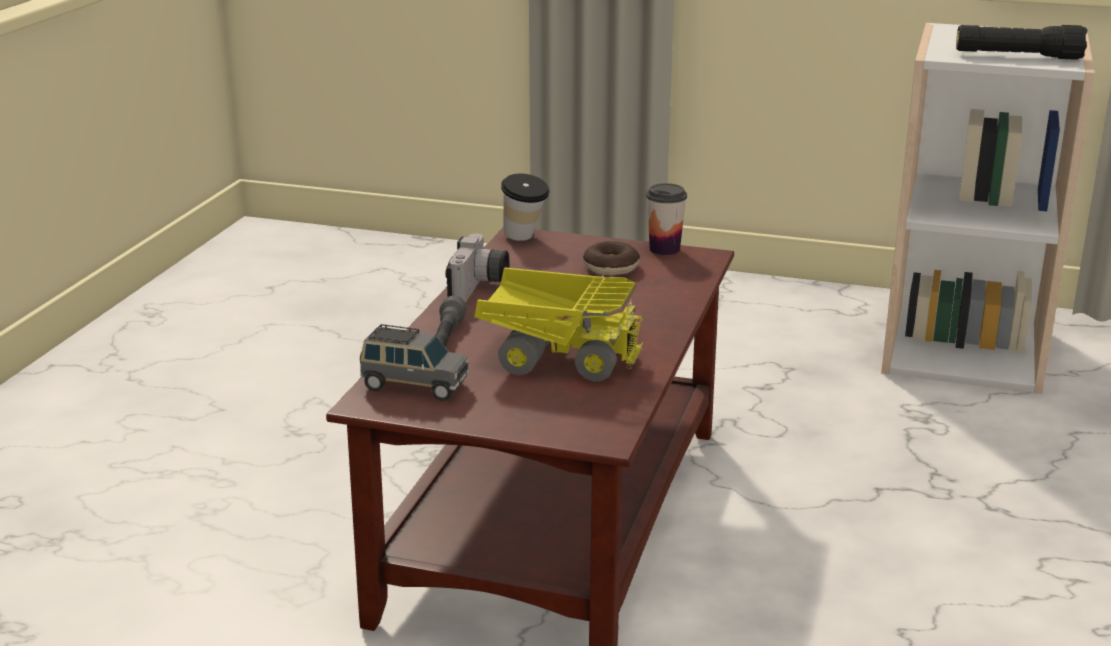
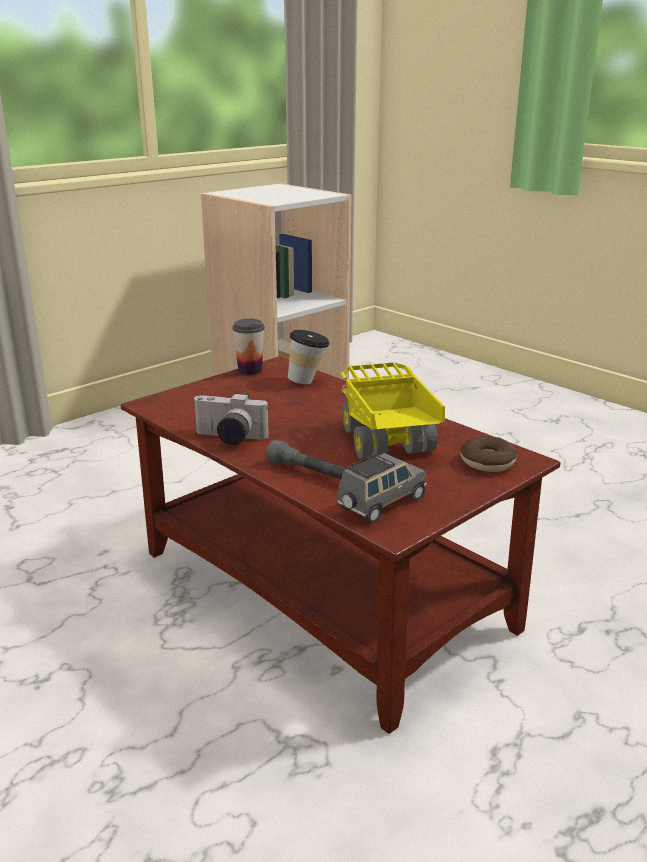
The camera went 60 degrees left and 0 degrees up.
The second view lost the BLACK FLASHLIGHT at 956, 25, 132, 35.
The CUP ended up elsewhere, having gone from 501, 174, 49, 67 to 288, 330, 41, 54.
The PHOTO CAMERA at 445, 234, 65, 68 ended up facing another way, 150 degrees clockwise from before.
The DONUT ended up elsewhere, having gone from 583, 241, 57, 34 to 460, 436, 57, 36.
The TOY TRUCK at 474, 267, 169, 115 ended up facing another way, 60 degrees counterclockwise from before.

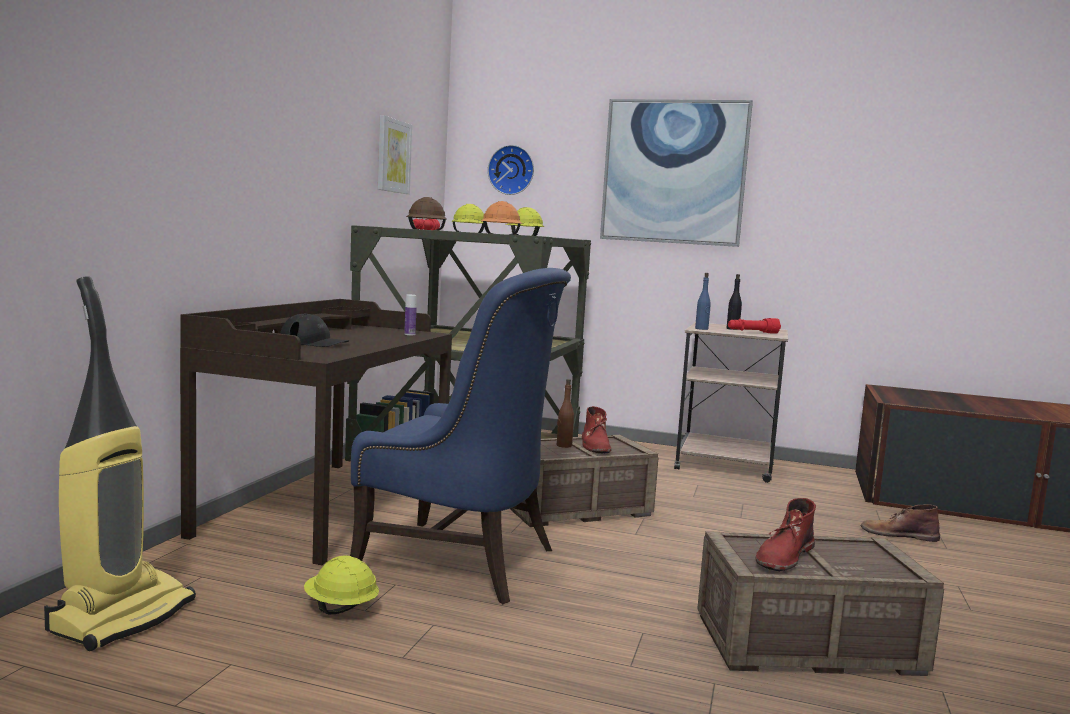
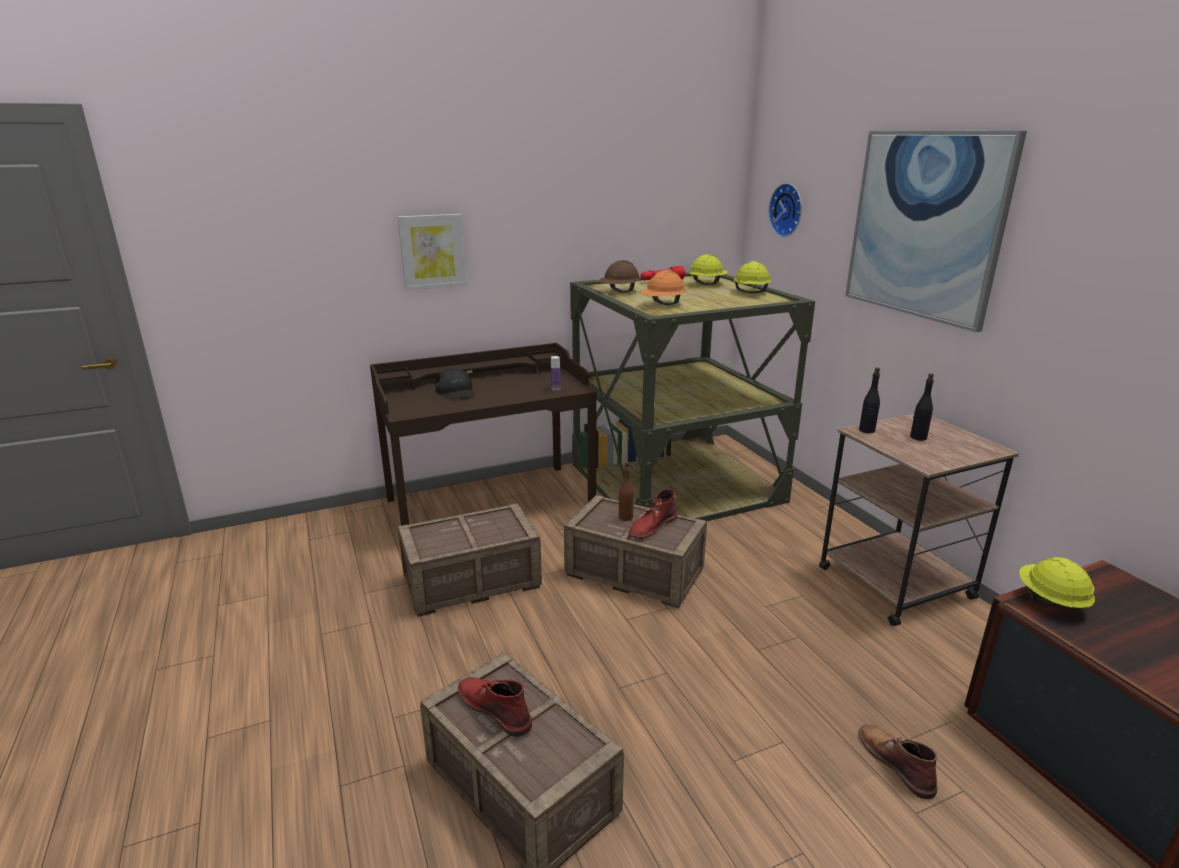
The camera went 50 degrees right and 15 degrees up.
The PICTURE ended up elsewhere, having gone from 378, 115, 34, 79 to 398, 214, 68, 76.
Where the BLUE CHAIR stood at 350, 268, 221, 336, the CRATE came to stand at 398, 503, 144, 114.
What was the BLUE BOTTLE at 695, 273, 16, 57 turned into the BLACK BOTTLE at 859, 367, 21, 66.
The second view lost the VACUUM CLEANER at 44, 277, 152, 374.
The second view lost the RED FLASHLIGHT at 728, 318, 53, 16.
The RED BOOT at 756, 498, 60, 73 ended up facing another way, 45 degrees clockwise from before.
The YELLOW HARD HAT ended up elsewhere, having gone from 304, 556, 75, 59 to 1019, 557, 76, 51.

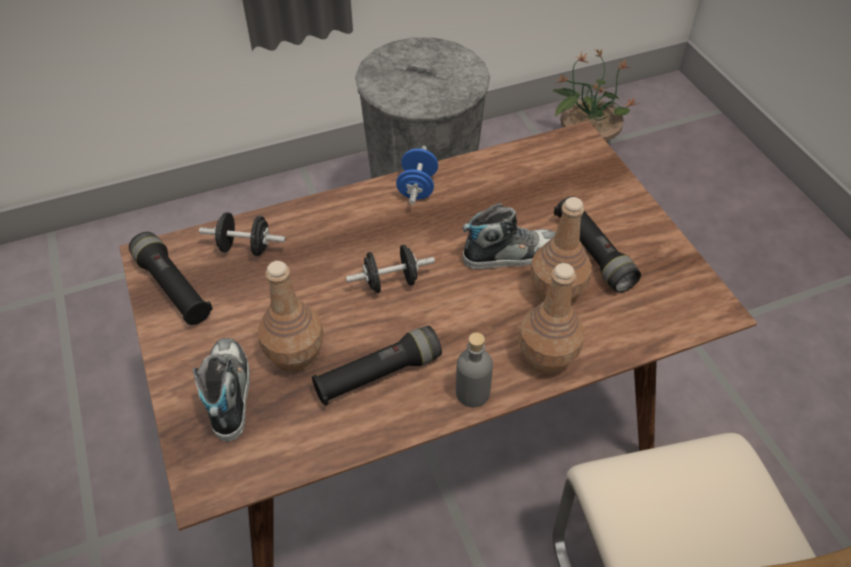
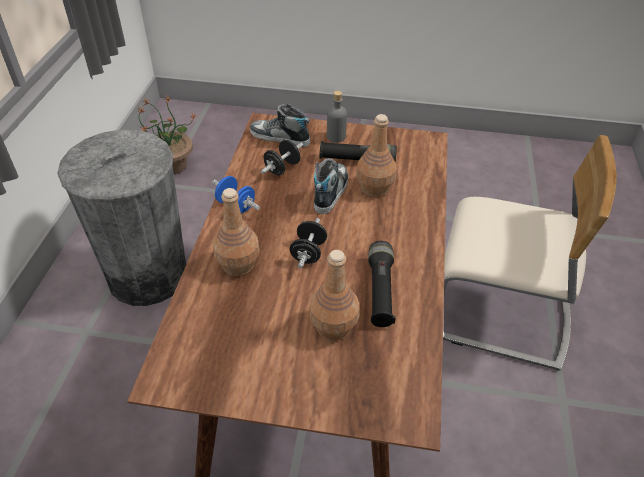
The camera went 60 degrees left and 5 degrees down.
The BLACK DUMBBELL ended up elsewhere, having gone from 199, 212, 86, 44 to 261, 140, 42, 35.
The second view lost the BLACK FLASHLIGHT at 129, 232, 84, 93.
The BROWN BOTTLE ended up elsewhere, having gone from 518, 263, 66, 112 to 213, 188, 47, 88.
The GREY BOTTLE ended up elsewhere, having gone from 456, 333, 37, 74 to 327, 91, 20, 52.
The SHOE ended up elsewhere, having gone from 193, 338, 57, 104 to 250, 103, 60, 44.

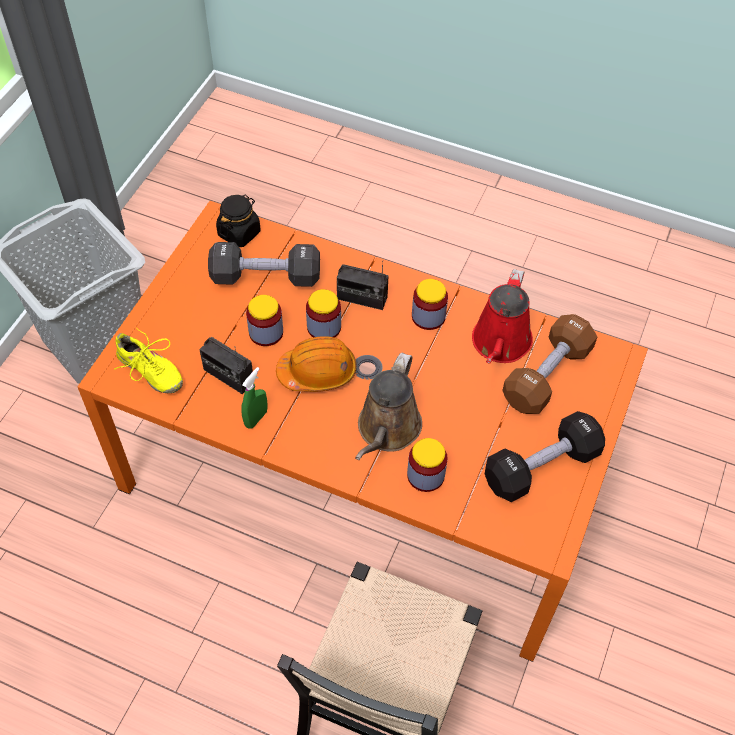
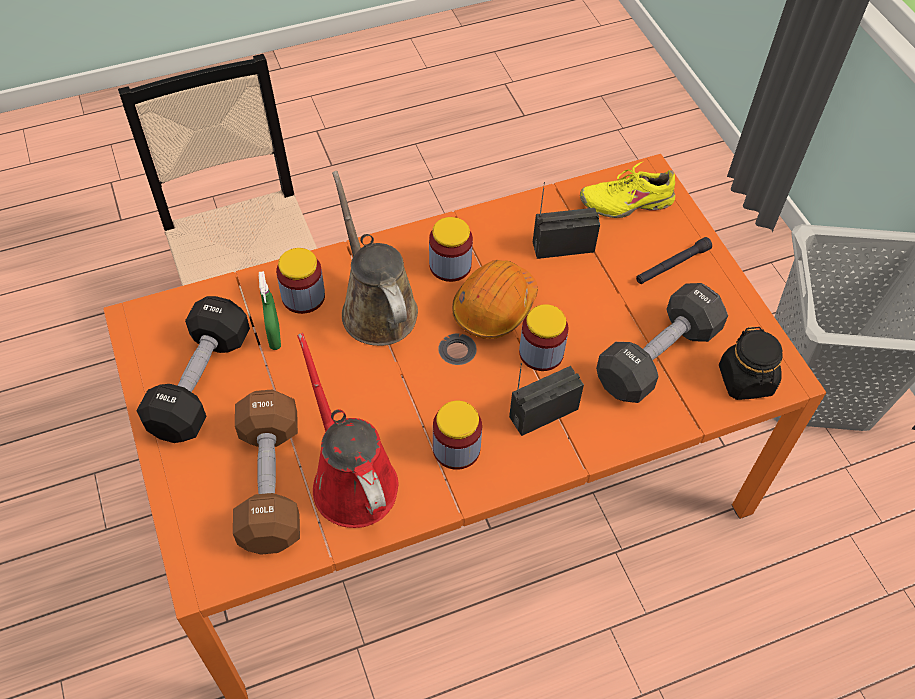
The camera went 135 degrees right and 0 degrees up.
The JAR ended up elsewhere, having gone from 246, 295, 37, 51 to 429, 217, 44, 65.
The GREEN SPRAY BOTTLE ended up elsewhere, having gone from 241, 367, 27, 62 to 259, 271, 22, 79.
The second view gained the BLACK FLASHLIGHT at 636, 237, 76, 47.

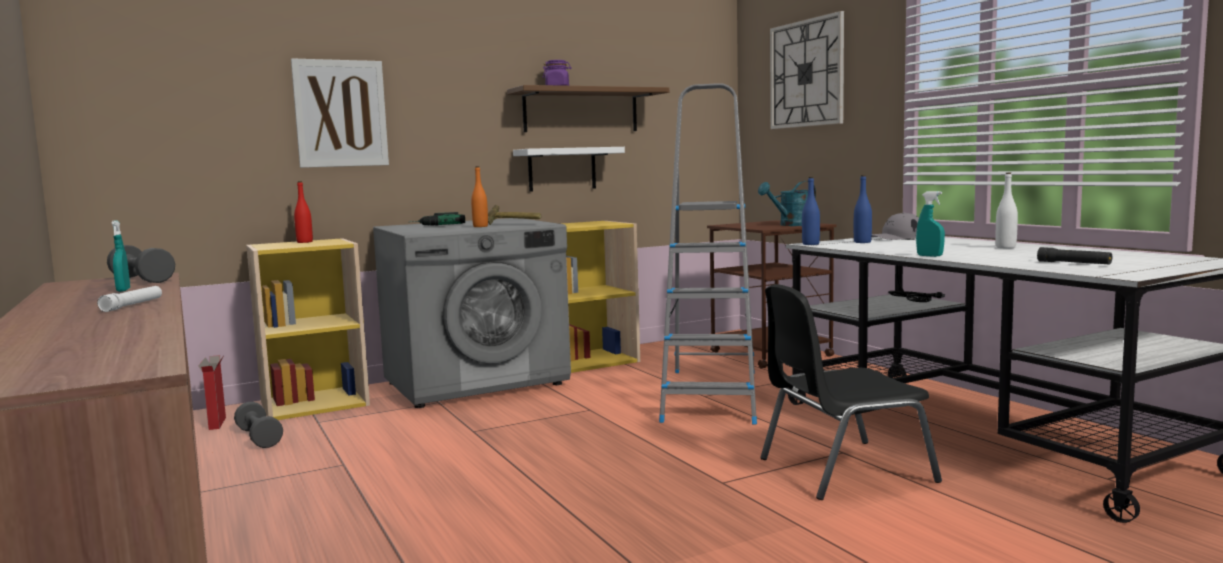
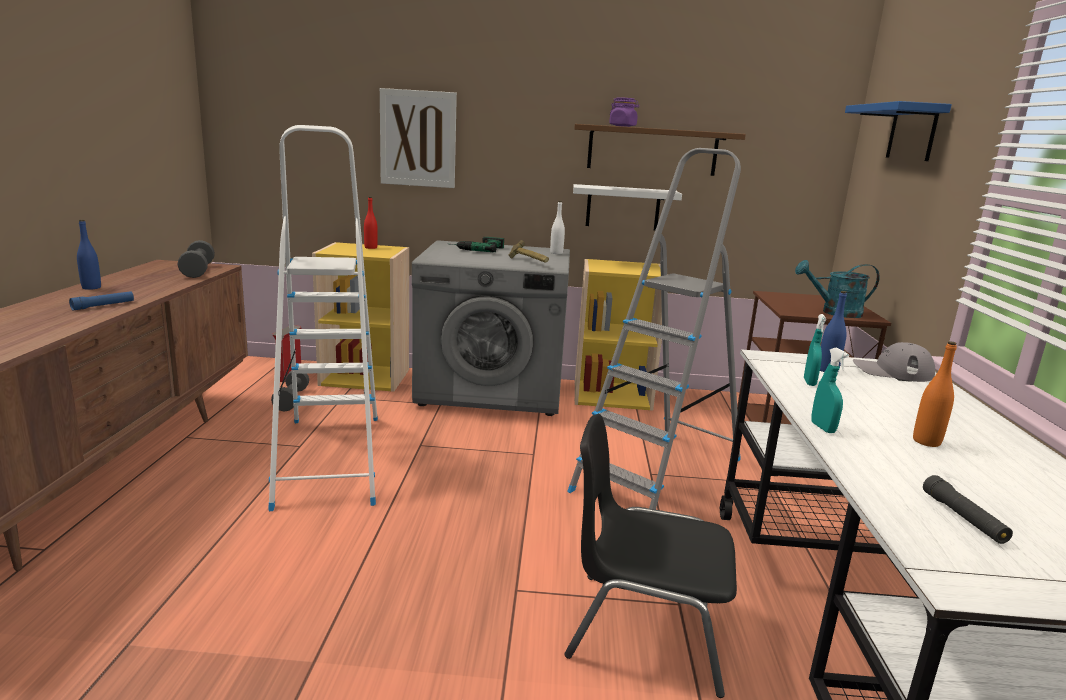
The camera went 30 degrees right and 10 degrees up.
Where the WALL CLOCK hung at 770, 11, 74, 118, the BLUE SHELF came to hang at 845, 101, 107, 60.
The ORANGE BOTTLE ended up elsewhere, having gone from 471, 166, 17, 61 to 913, 341, 44, 106.
The WHITE BOTTLE ended up elsewhere, having gone from 995, 173, 23, 75 to 550, 201, 15, 53.
The BLUE BOTTLE ended up elsewhere, having gone from 802, 177, 18, 68 to 77, 220, 24, 70.
The TURQUOISE SPRAY BOTTLE ended up elsewhere, having gone from 111, 220, 19, 72 to 804, 314, 22, 72.
What was the WHITE FLASHLIGHT at 97, 286, 65, 26 turned into the BLUE FLASHLIGHT at 69, 291, 65, 19.
The second view gained the WHITE STEP LADDER at 268, 125, 110, 386.

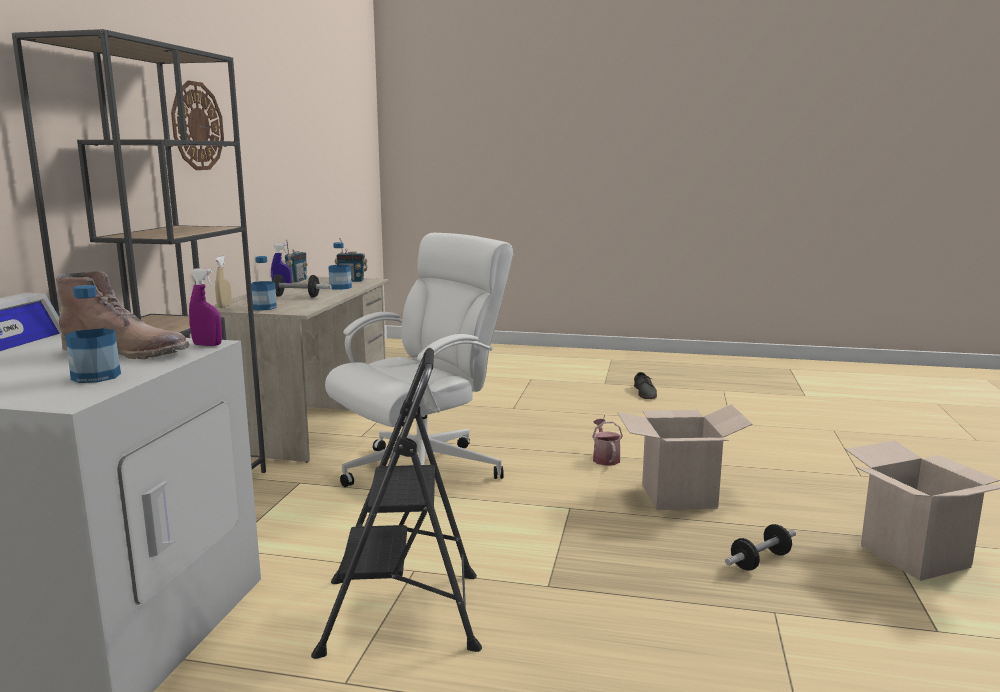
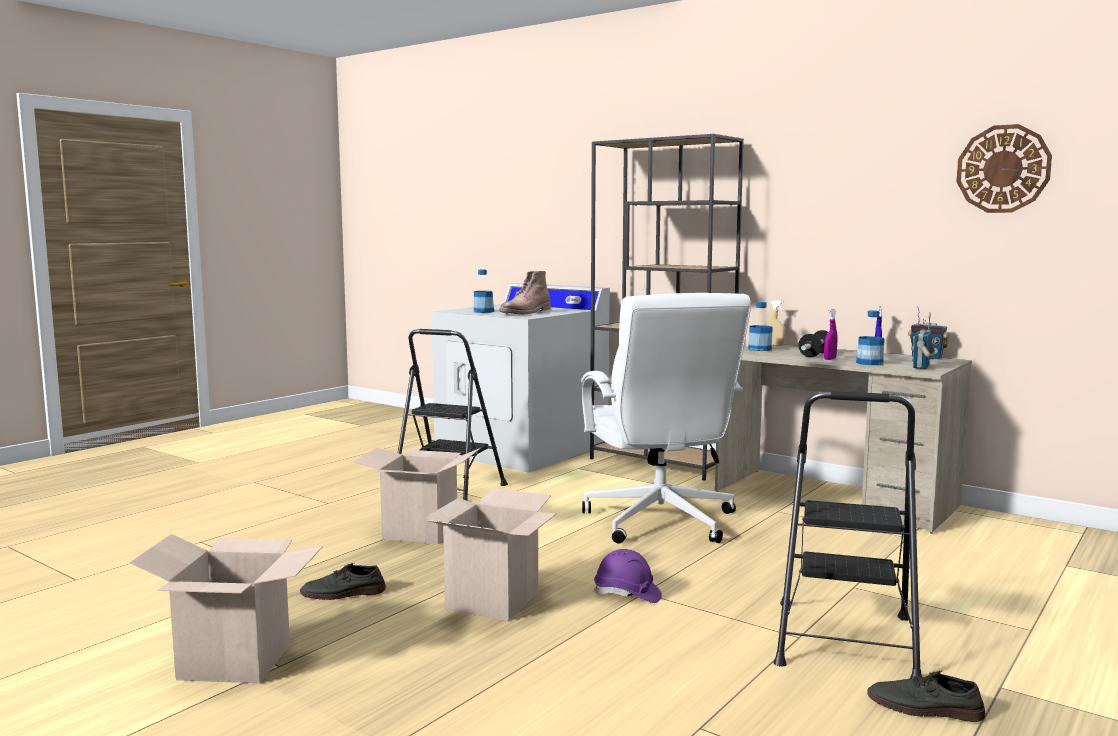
The camera went 115 degrees right and 5 degrees down.
The WALL CLOCK ended up elsewhere, having gone from 171, 81, 53, 89 to 957, 124, 95, 89.
The PURPLE SPRAY BOTTLE ended up elsewhere, having gone from 189, 268, 33, 78 to 824, 309, 14, 51.
Where the WATERING CAN stood at 592, 419, 31, 47, the PURPLE HARD HAT came to stand at 594, 549, 68, 54.
Where the DUMBBELL stood at 725, 524, 71, 47, the GREY SHOE came to stand at 300, 563, 86, 37.
The second view gained the BLACK STEP LADDER at 773, 391, 149, 288.
The second view gained the CARDBOARD BOX at 353, 448, 128, 96.

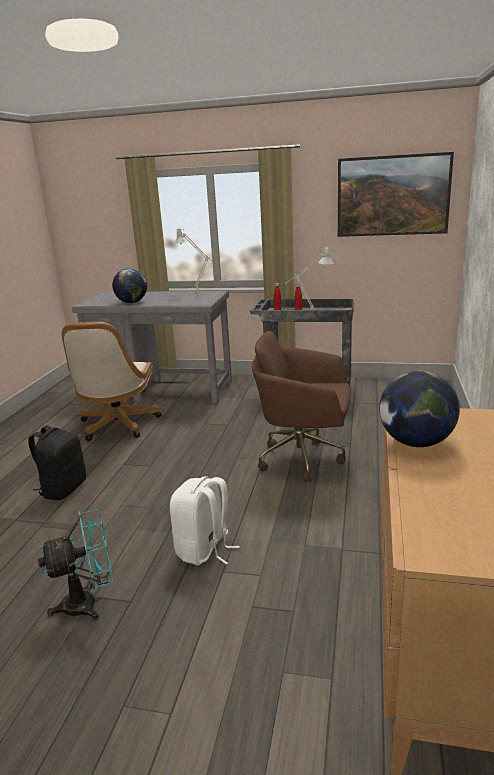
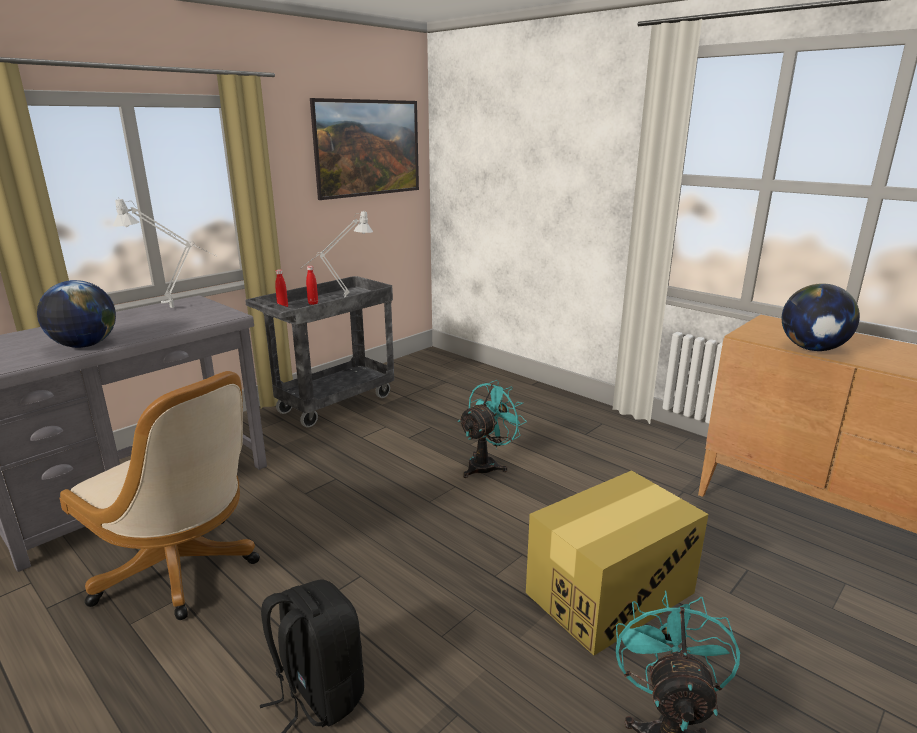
The camera went 60 degrees left and 0 degrees up.
Where the BROWN OFFICE CHAIR stood at 252, 331, 98, 151, the TURQUOISE FAN came to stand at 458, 380, 69, 98.
Where the WHITE BACKPACK stood at 170, 476, 70, 90, the CARDBOARD BOX came to stand at 526, 470, 182, 186.

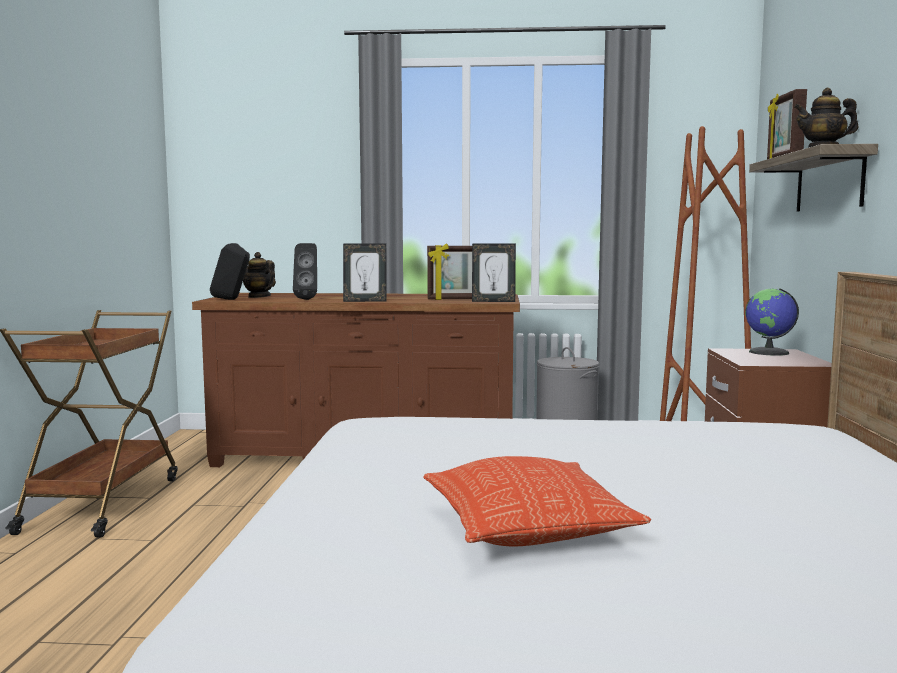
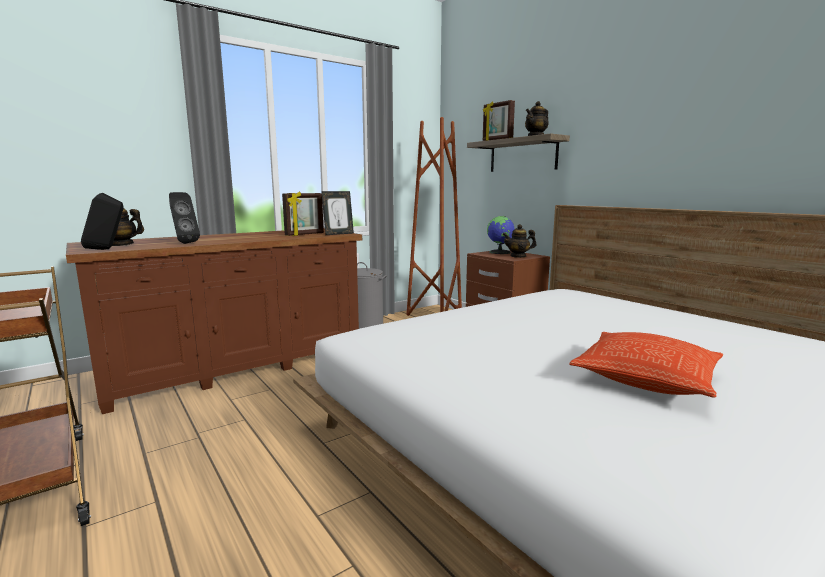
The camera went 40 degrees left and 5 degrees up.
The second view lost the PICTURE FRAME at 343, 243, 43, 59.
The second view gained the TEAPOT at 502, 224, 34, 34.

